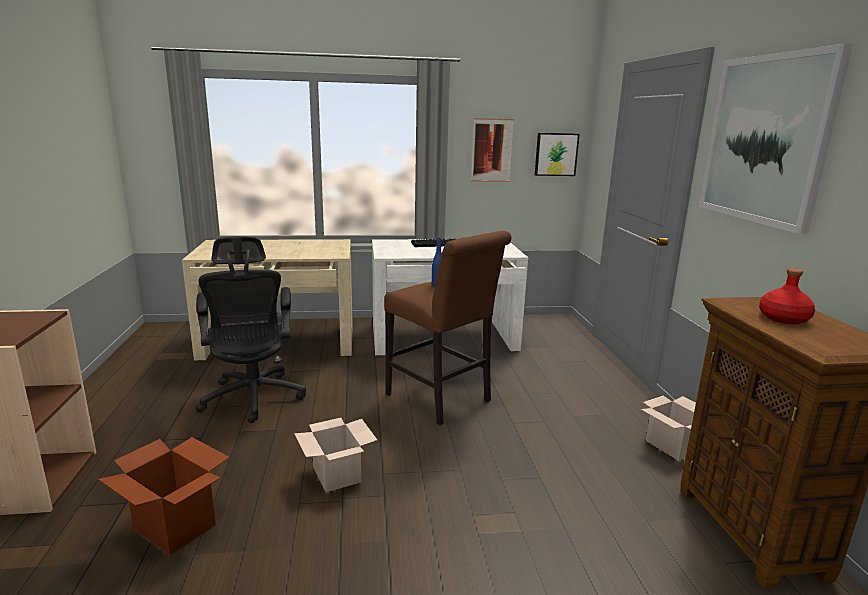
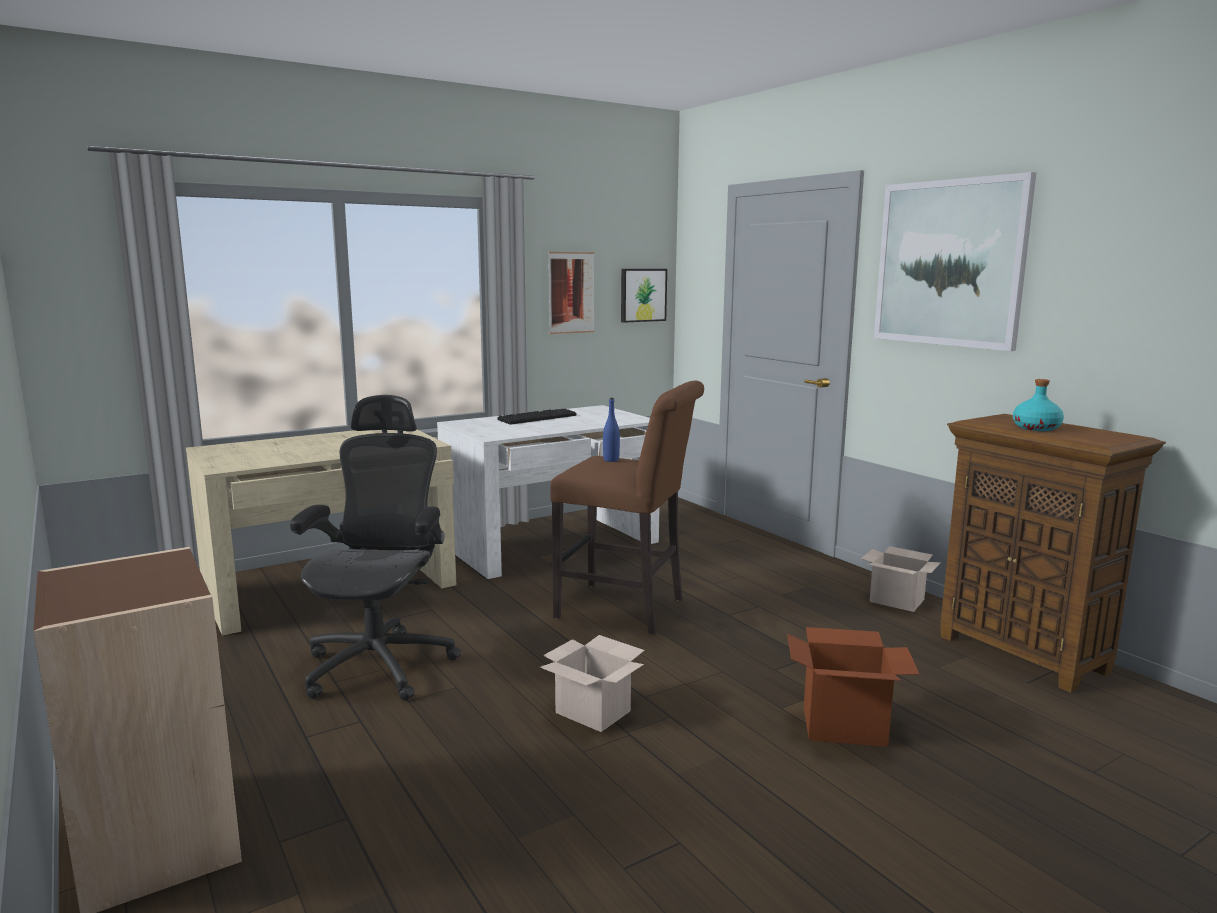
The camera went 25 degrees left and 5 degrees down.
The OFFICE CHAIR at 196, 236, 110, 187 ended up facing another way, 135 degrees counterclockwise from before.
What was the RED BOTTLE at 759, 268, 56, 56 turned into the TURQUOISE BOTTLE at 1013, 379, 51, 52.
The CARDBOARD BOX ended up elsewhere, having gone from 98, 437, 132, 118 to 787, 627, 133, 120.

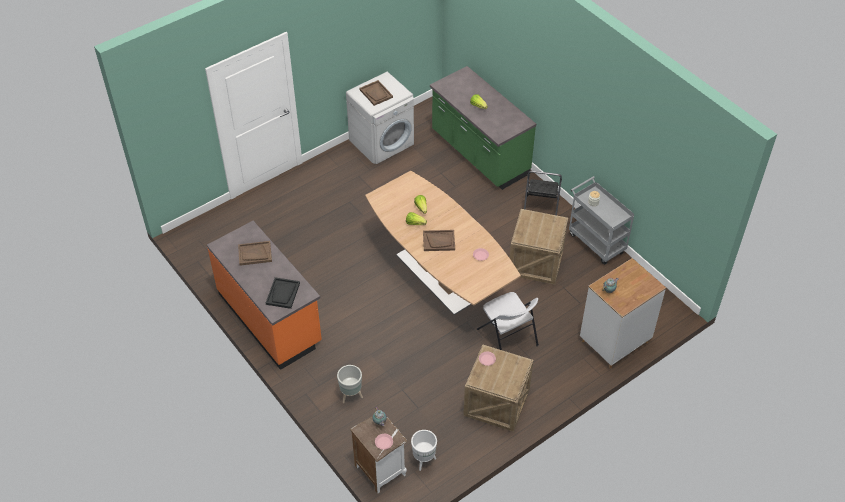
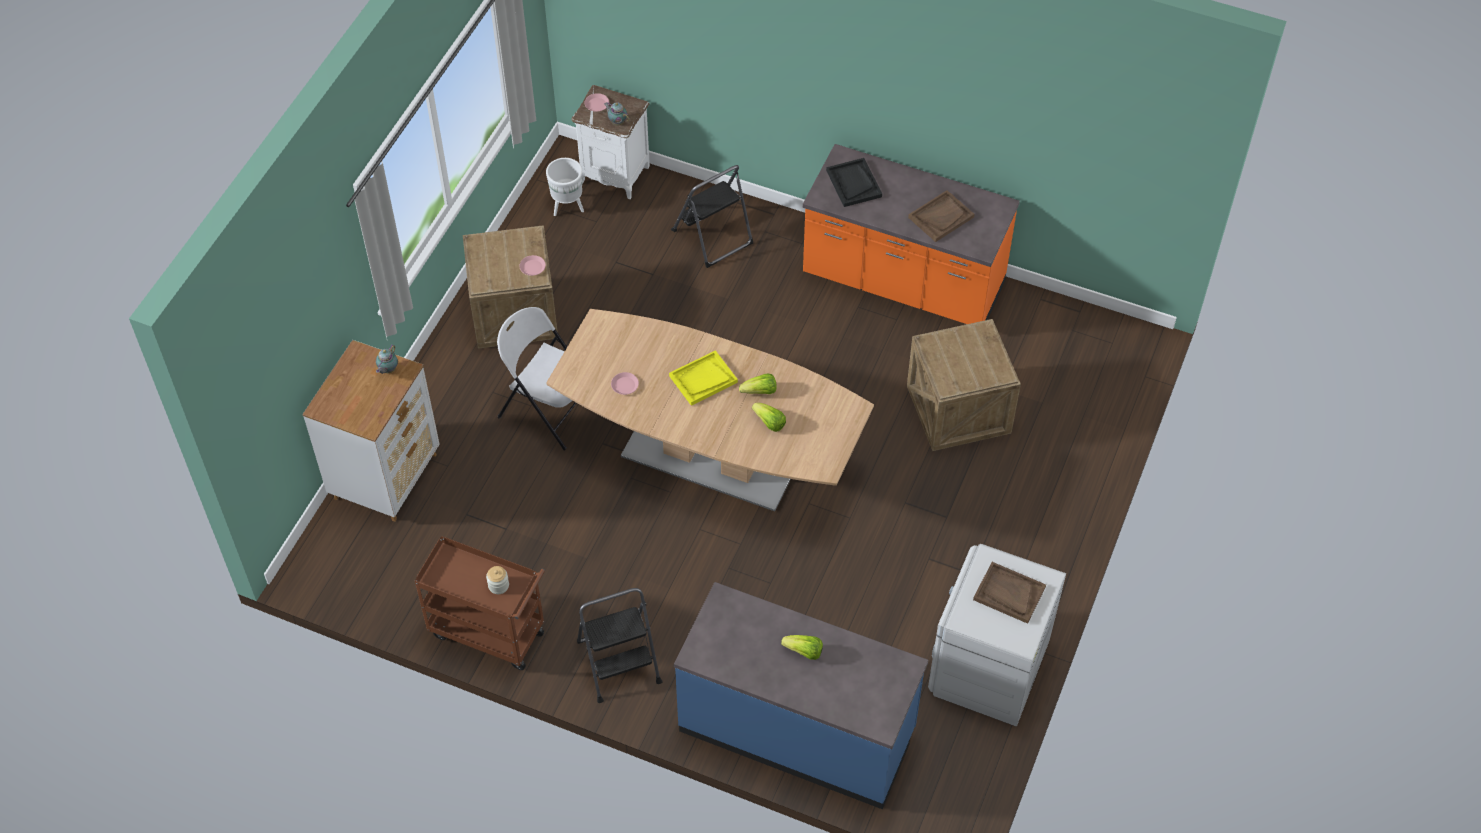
The camera went 150 degrees right and 5 degrees up.
What was the GREEN COUNTER at 430, 66, 106, 124 turned into the BLUE COUNTER at 674, 582, 254, 227.
What was the GREY CART at 569, 176, 65, 89 turned into the BROWN CART at 415, 536, 130, 134.
The CRATE ended up elsewhere, having gone from 510, 209, 58, 76 to 907, 319, 114, 132.
What was the BROWN TRAY at 423, 230, 32, 21 turned into the YELLOW TRAY at 669, 350, 69, 56.
Where the GREY PLANTER stood at 337, 365, 26, 38, the BLACK STEP LADDER came to stand at 671, 165, 82, 103.

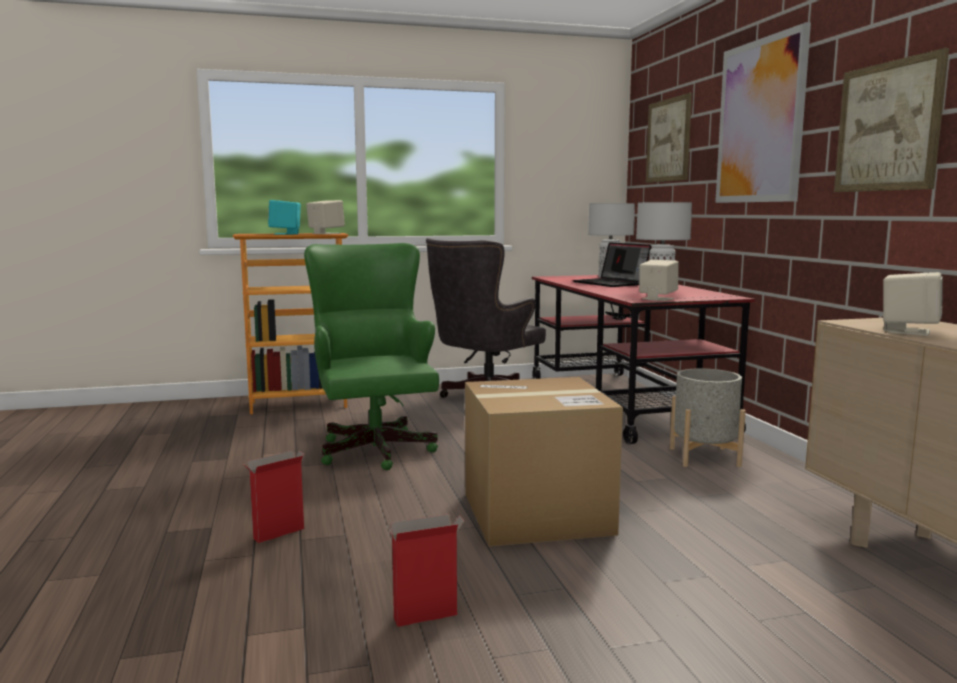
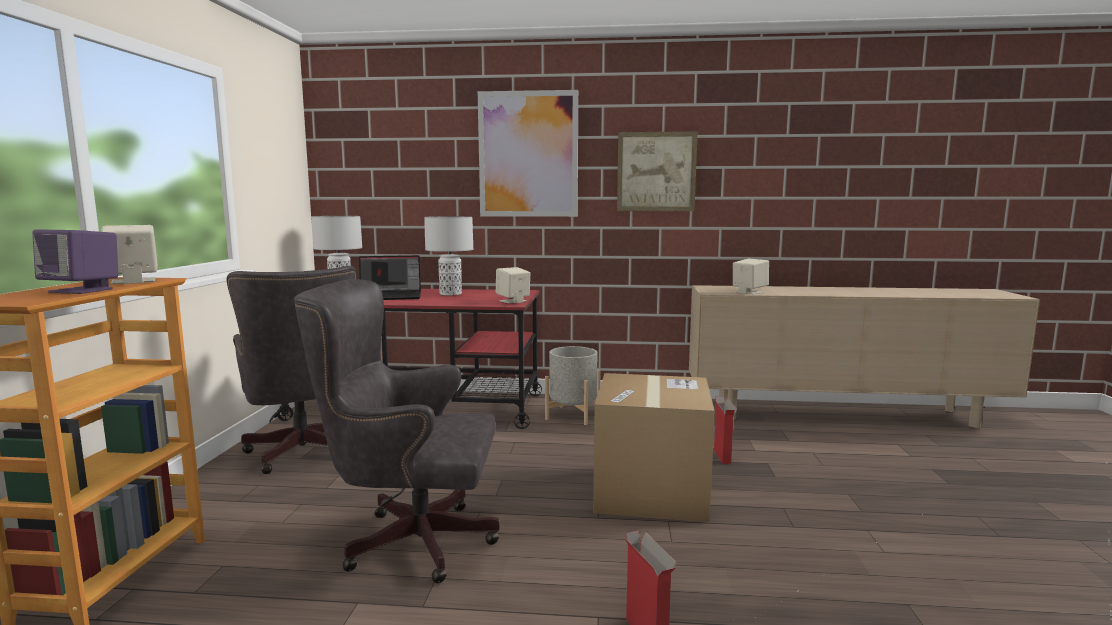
The camera went 70 degrees left and 0 degrees up.
The second view lost the PICTURE at 646, 93, 46, 90.
What was the TURQUOISE SPEAKER at 268, 200, 33, 35 turned into the PURPLE SPEAKER at 32, 229, 86, 65.
What was the GREEN OFFICE CHAIR at 304, 243, 135, 227 turned into the GREY OFFICE CHAIR at 294, 279, 206, 304.
The CARDBOARD BOX ended up elsewhere, having gone from 387, 514, 77, 113 to 713, 396, 24, 68.

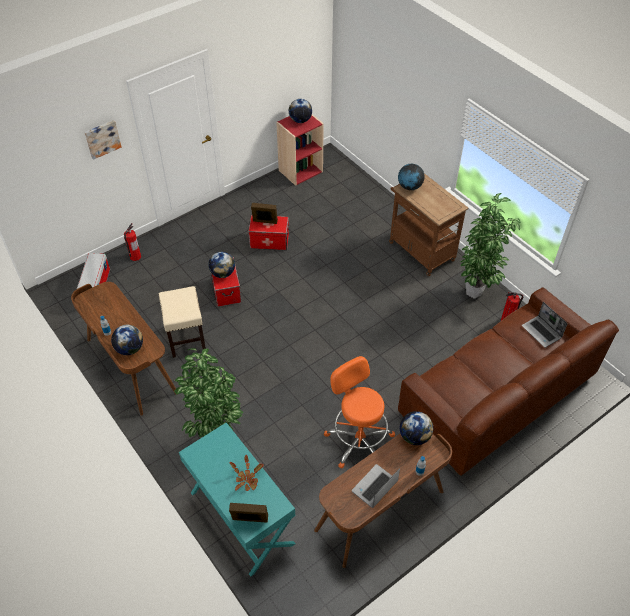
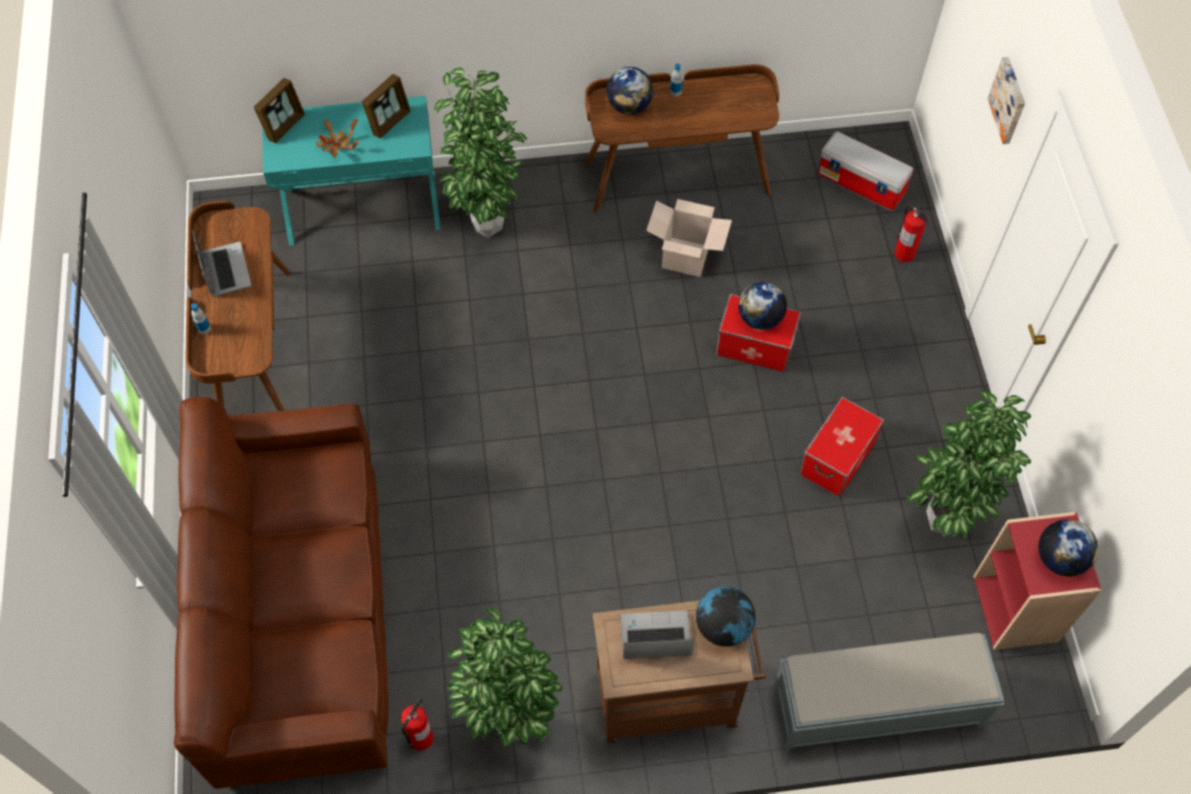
The camera went 120 degrees right and 10 degrees up.
The PICTURE FRAME ended up elsewhere, having gone from 251, 203, 27, 21 to 362, 74, 49, 64.
Where the BEIGE STOOL stood at 159, 286, 47, 72, the CARDBOARD BOX came to stand at 646, 199, 86, 78.
The LAPTOP ended up elsewhere, having gone from 522, 302, 45, 46 to 620, 610, 74, 49.
The second view lost the ORANGE STOOL at 324, 356, 71, 113.
The second view lost the GLOBE at 400, 411, 33, 34.
The second view gained the POTTED PLANT at 906, 390, 125, 147.
The second view gained the GREY BENCH at 773, 633, 231, 119.

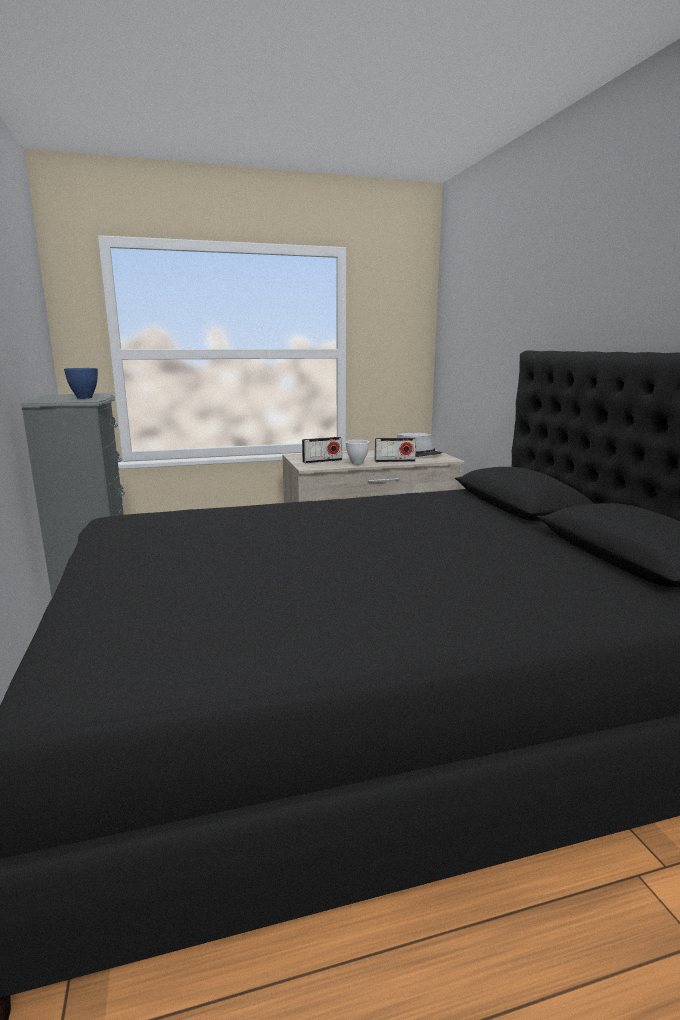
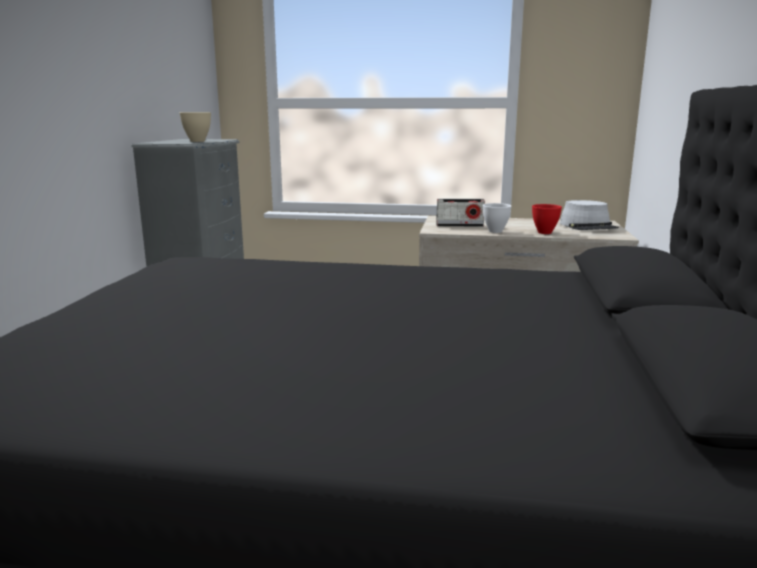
The camera went 25 degrees right and 0 degrees up.
What was the BLUE BOWL at 64, 368, 34, 31 turned into the BEIGE BOWL at 180, 112, 31, 30.
Where the RADIO stood at 375, 438, 41, 24, the RED BOWL came to stand at 532, 204, 30, 30.

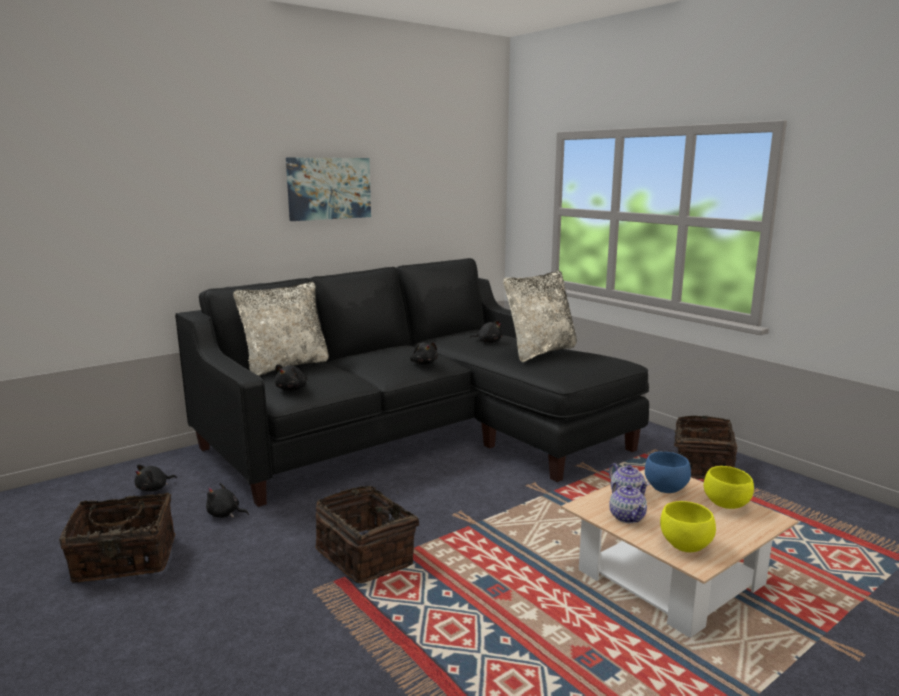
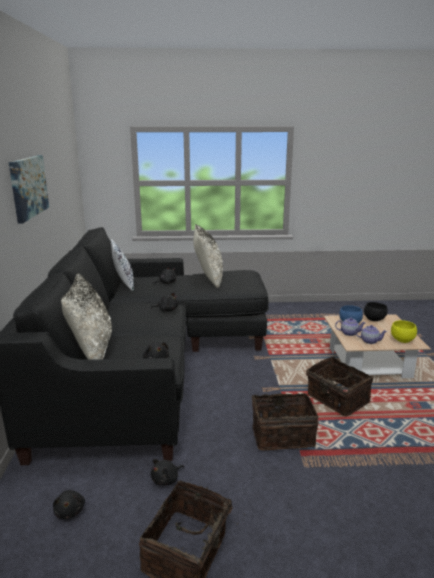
The camera went 55 degrees left and 5 degrees up.
The BASKET ended up elsewhere, having gone from 663, 416, 74, 63 to 306, 357, 67, 60.
What was the YELLOW BOWL at 704, 466, 50, 43 turned into the BLACK BOWL at 364, 302, 24, 19.
The second view gained the WHITE PILLOW at 111, 239, 23, 52.

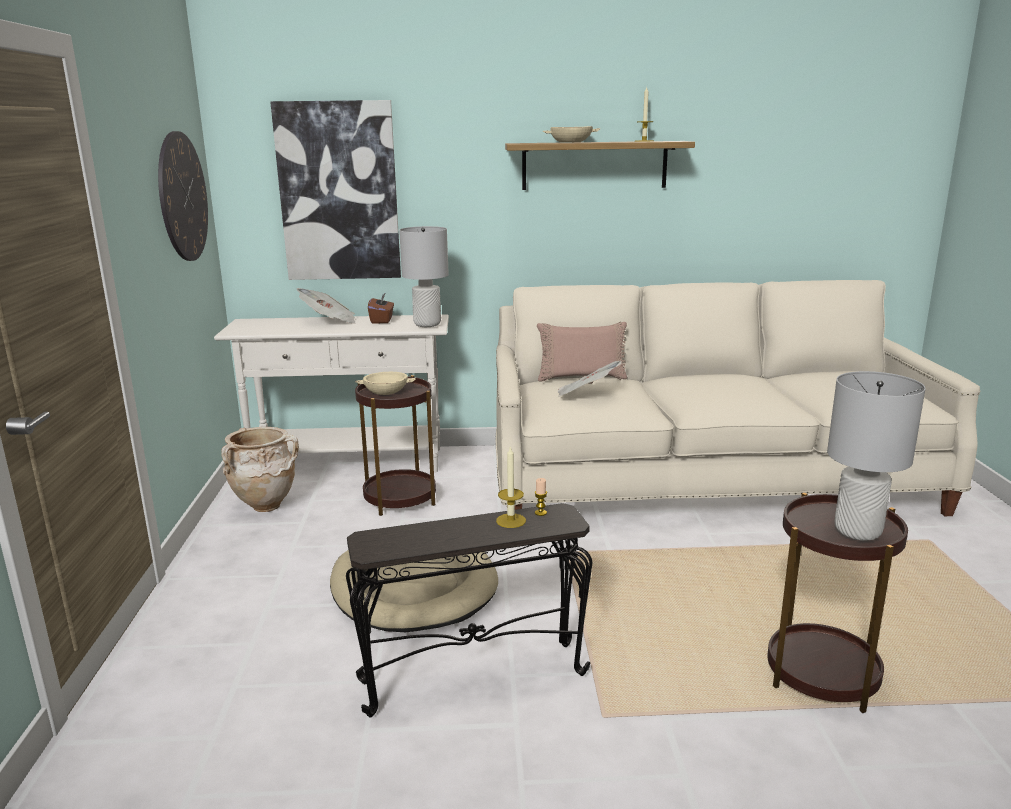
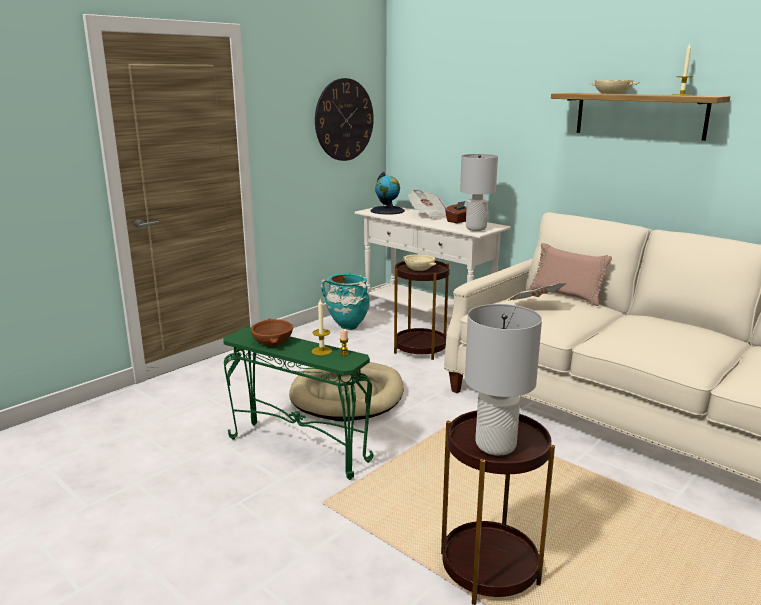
The camera went 45 degrees right and 0 degrees up.
The second view lost the PICTURE at 270, 100, 131, 180.
What was the BEIGE VASE at 221, 427, 78, 85 turned into the TURQUOISE VASE at 321, 273, 48, 57.
What was the BLACK SIDE TABLE at 346, 503, 246, 214 turned into the GREEN SIDE TABLE at 223, 327, 151, 153.
The second view gained the GLOBE at 371, 172, 34, 43.
The second view gained the BROWN BOWL at 251, 319, 42, 27.

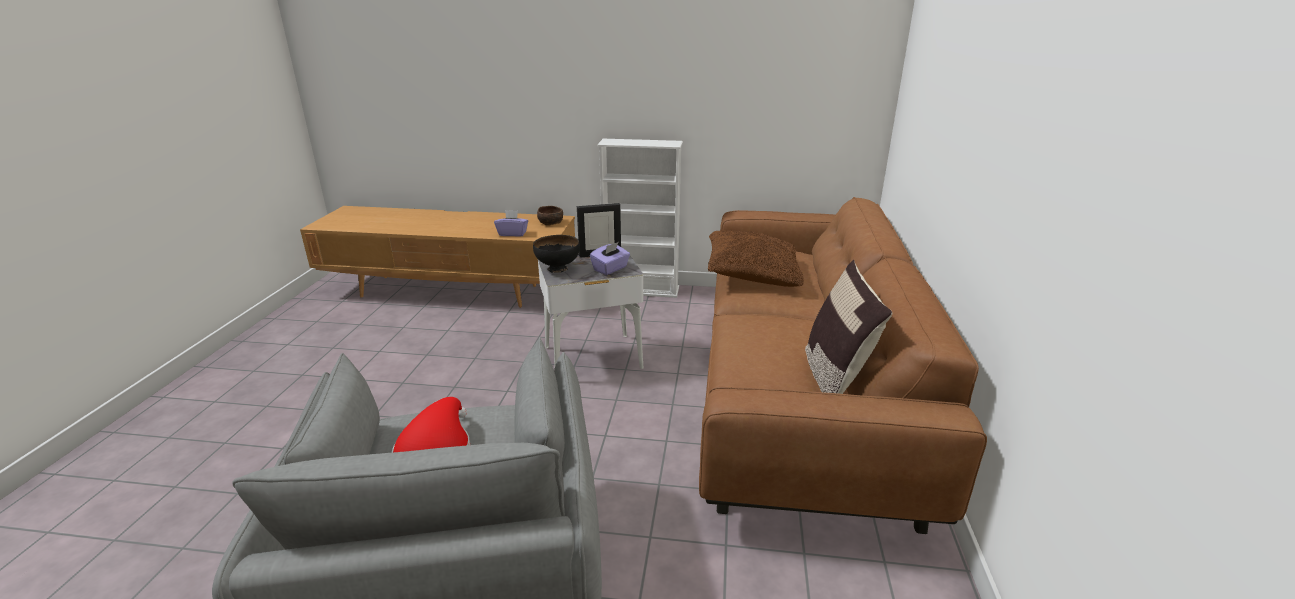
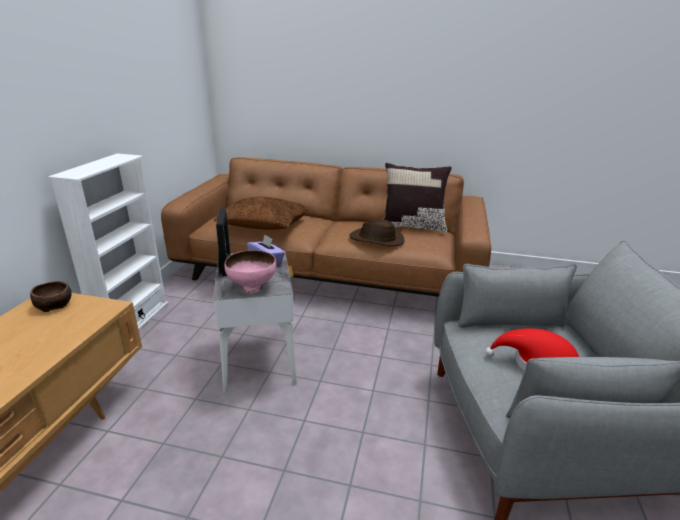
The camera went 85 degrees left and 0 degrees up.
The second view lost the PURPLE TISSUE BOX at 494, 210, 34, 27.
What was the BLACK BOWL at 533, 235, 47, 38 turned into the PINK BOWL at 225, 250, 51, 43.
The second view gained the BROWN HAT at 349, 220, 56, 26.

